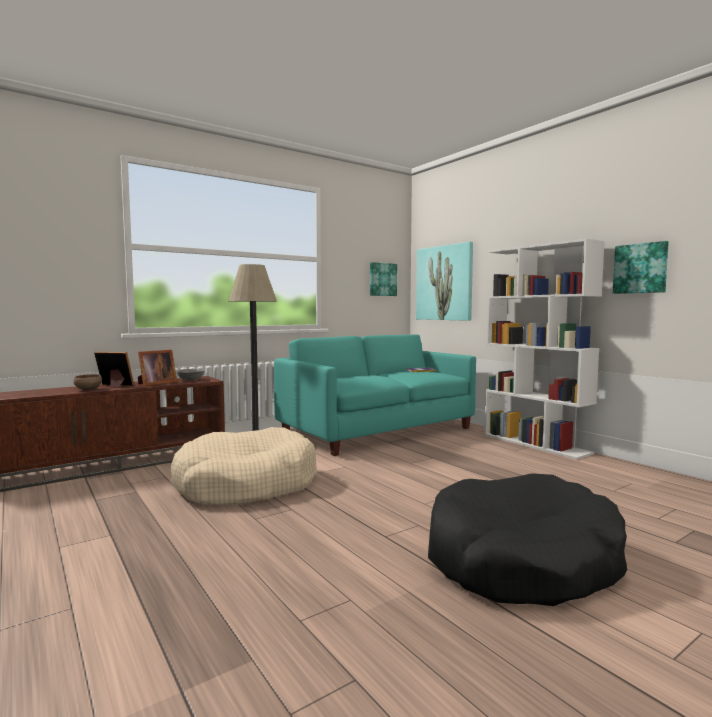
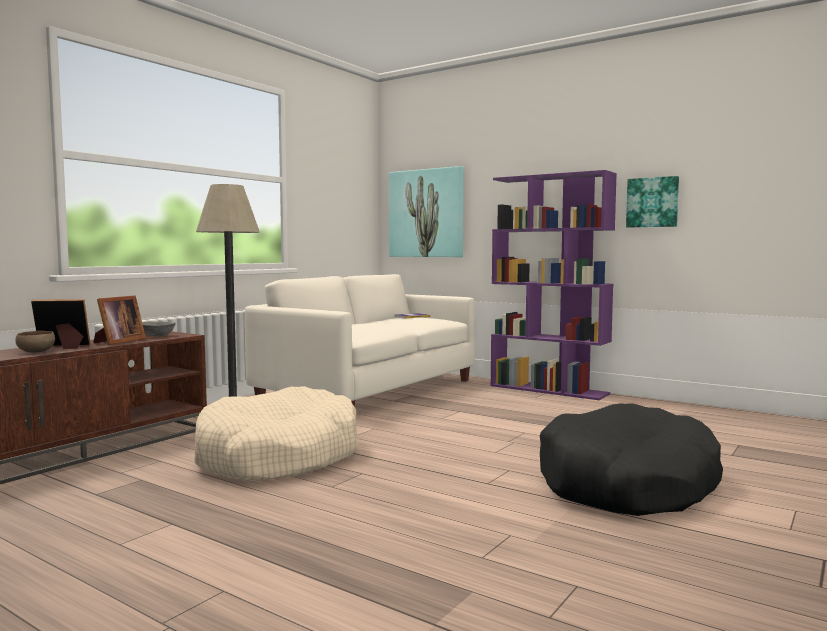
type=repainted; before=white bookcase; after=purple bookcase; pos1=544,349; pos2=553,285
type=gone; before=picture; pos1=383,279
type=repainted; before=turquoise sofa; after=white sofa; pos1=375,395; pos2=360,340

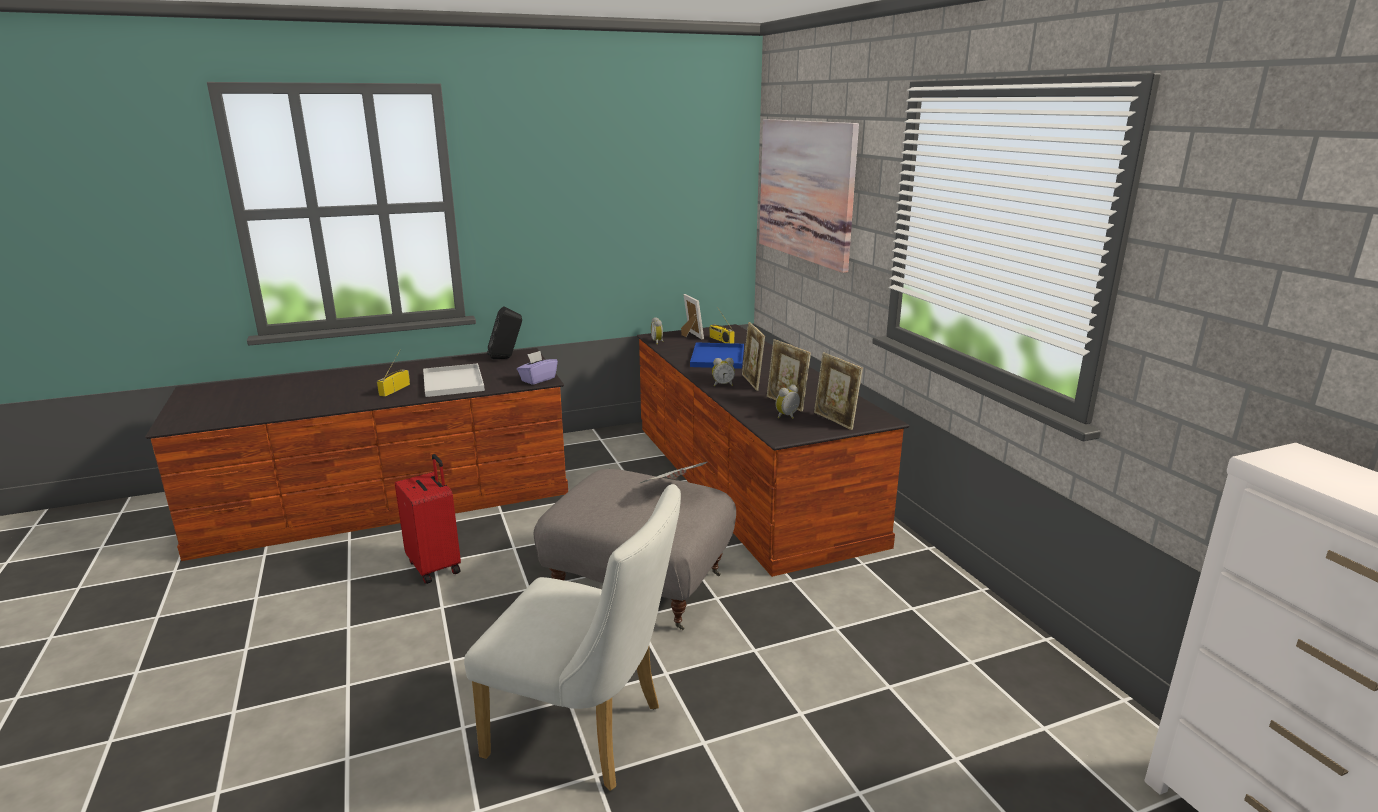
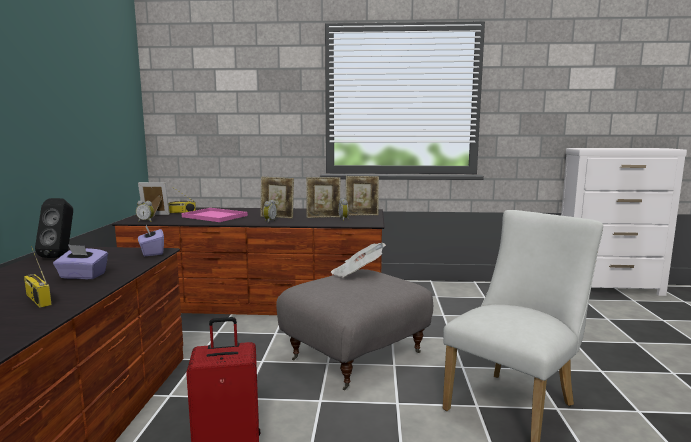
type=gone; before=picture; pos1=809,196
type=repainted; before=blue tray; after=pink tray; pos1=717,356; pos2=215,215
type=swapped; before=white tray; after=purple tissue box; pos1=454,380; pos2=80,262

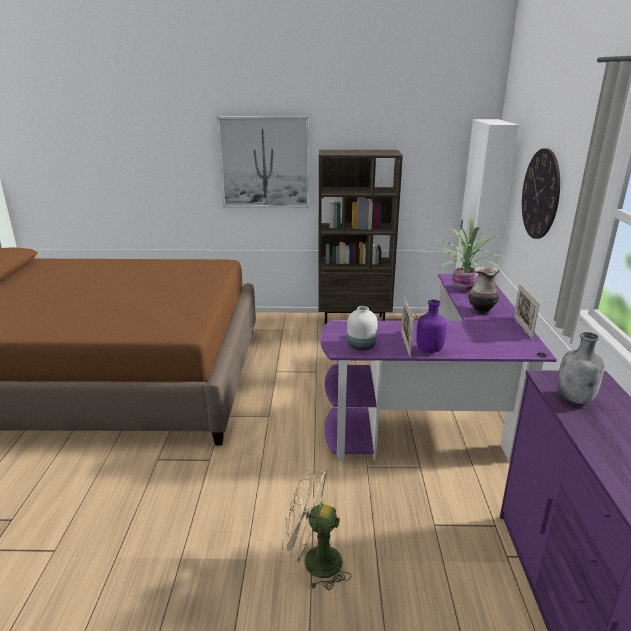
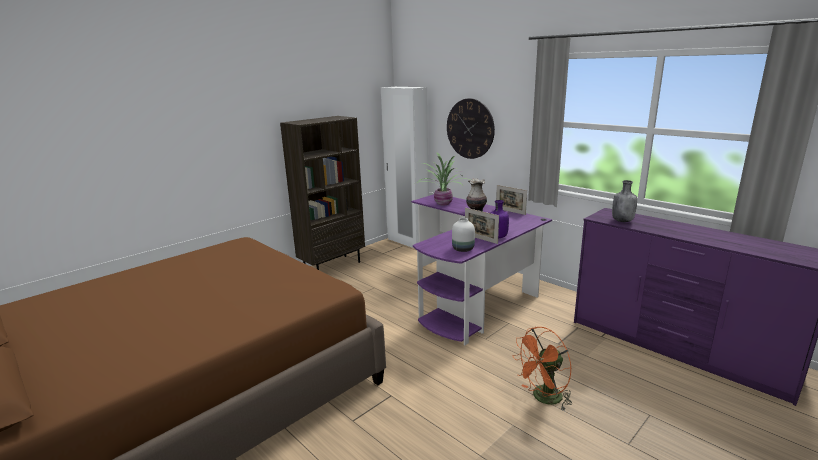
type=gone; before=picture; pos1=263,162
type=repainted; before=beige fan; after=orange fan; pos1=316,528; pos2=542,369

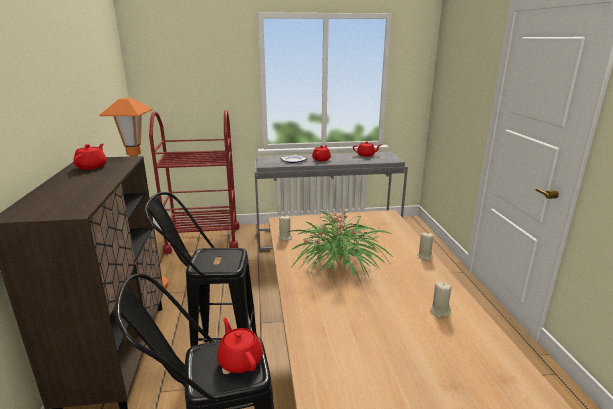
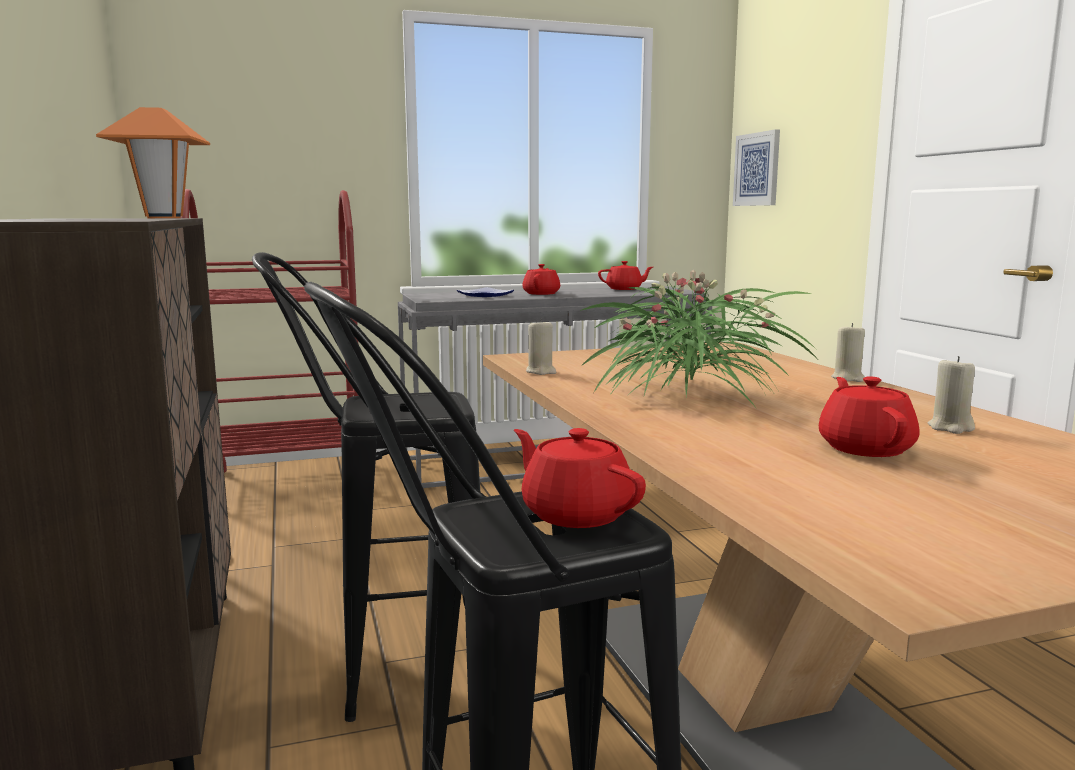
type=shifted; before=red teapot; pos1=90,156; pos2=869,416
type=new; after=picture; pos2=756,167

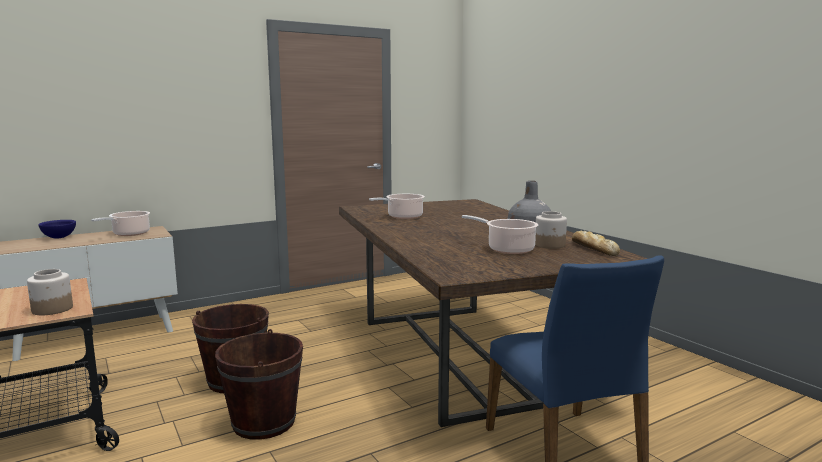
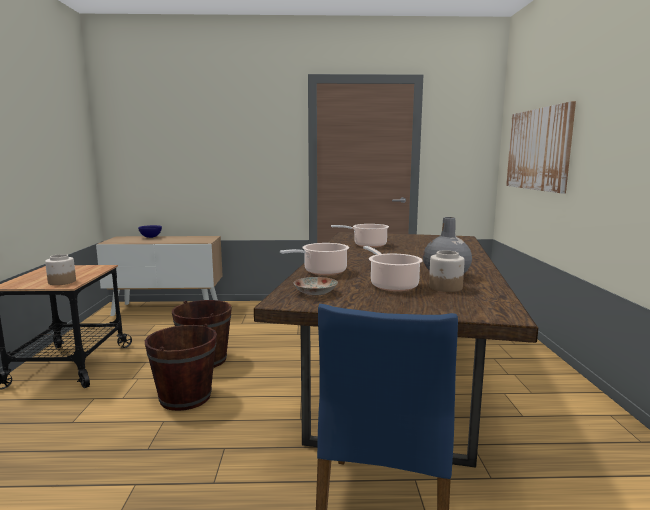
type=shifted; before=cooking pot; pos1=120,223; pos2=314,259
type=gone; before=bread; pos1=596,243
type=new; after=picture; pos2=541,147
type=new; after=plate; pos2=316,286

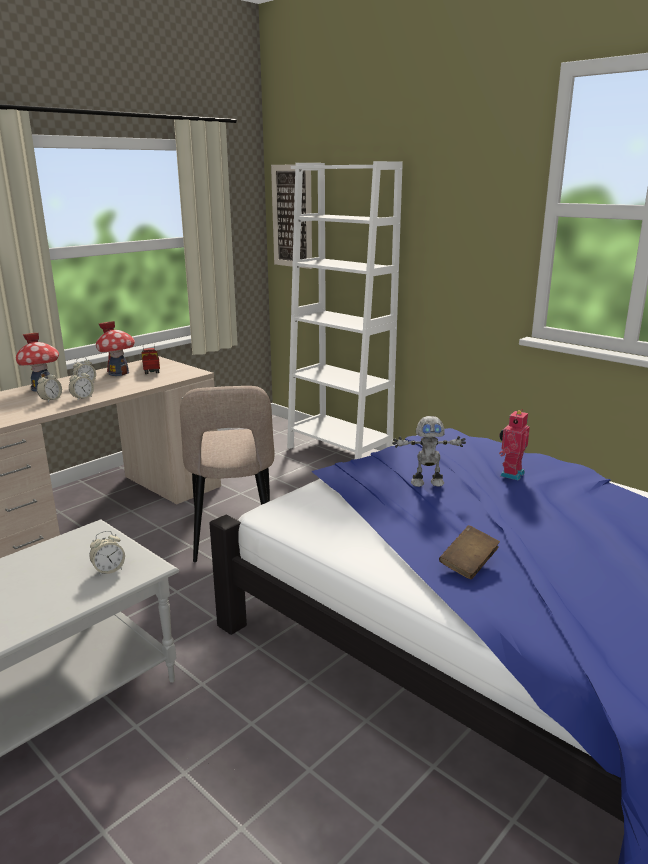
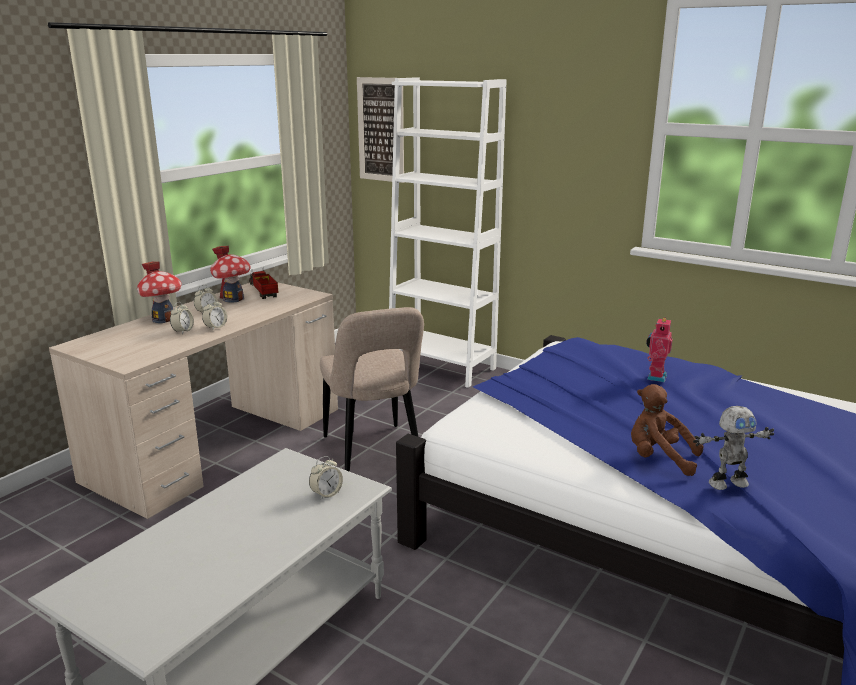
type=shifted; before=toy robot; pos1=429,451; pos2=733,448
type=swapped; before=brown book; after=brown plush toy; pos1=469,552; pos2=667,430

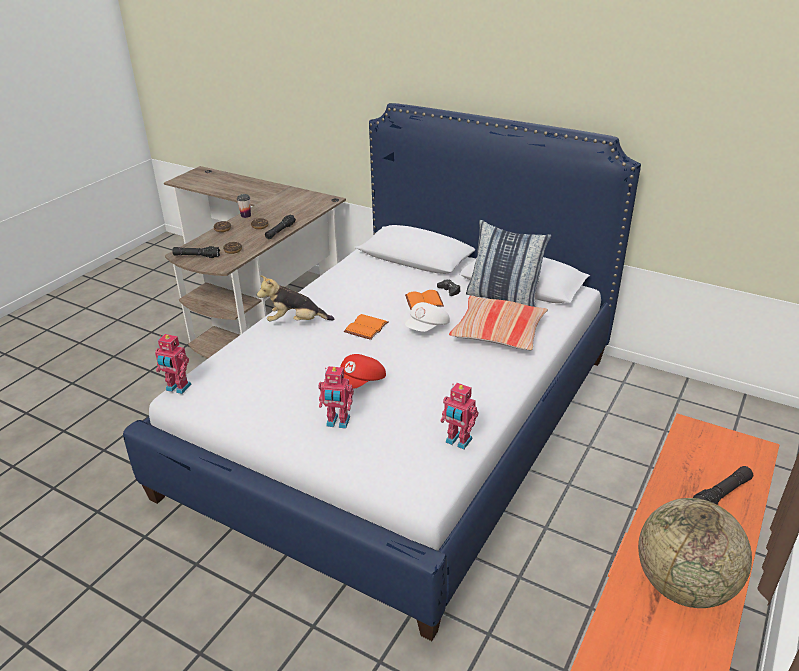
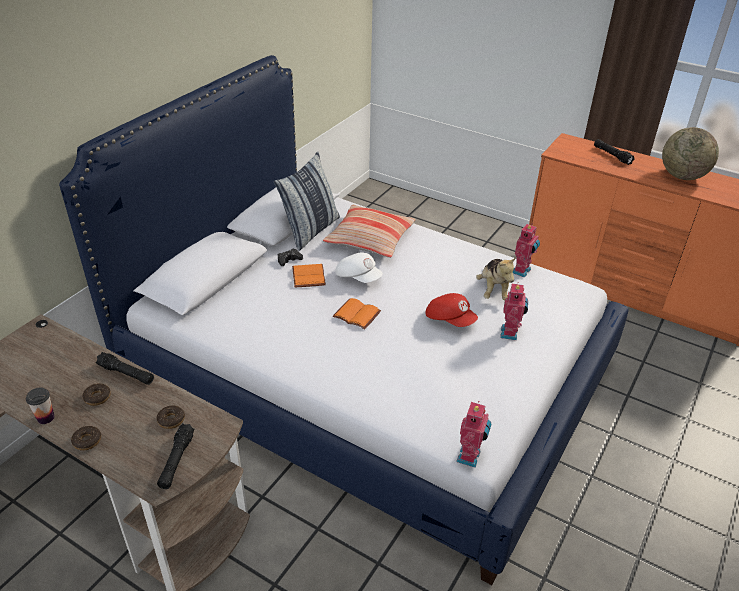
type=shifted; before=plush toy; pos1=295,298; pos2=496,278

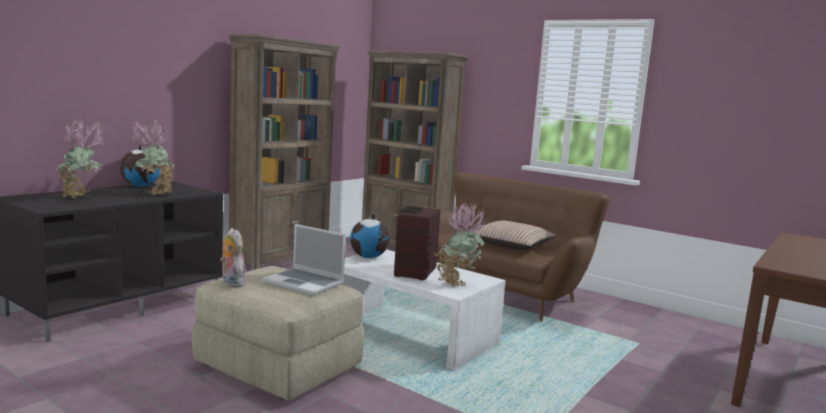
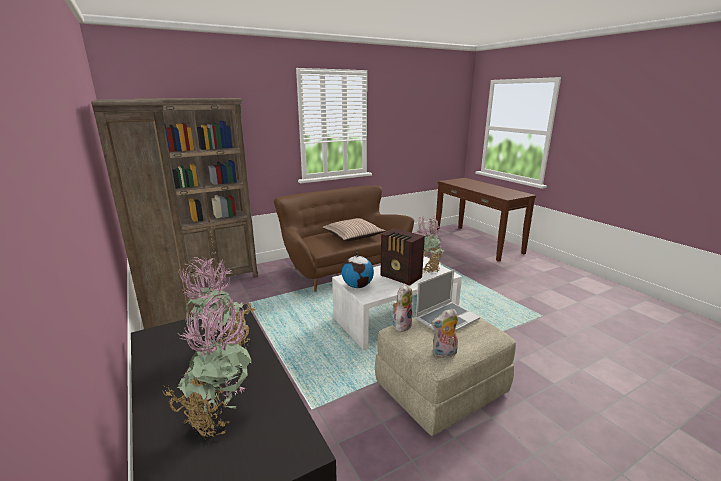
type=gone; before=globe; pos1=140,165
type=new; after=plush toy; pos2=402,308

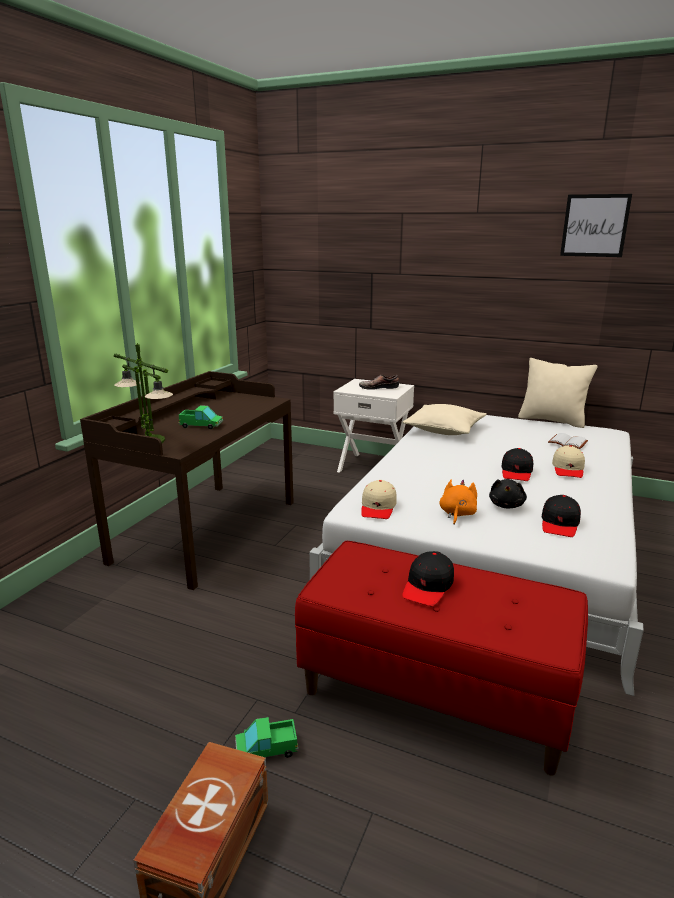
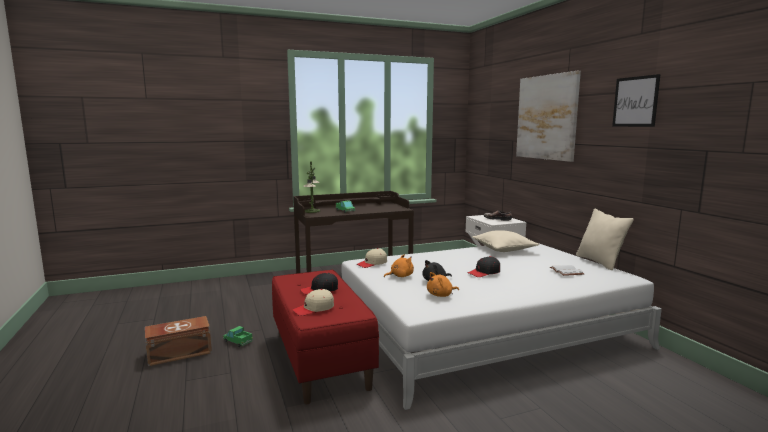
type=shifted; before=beige cap; pos1=568,461; pos2=313,302
type=swapped; before=black cap; after=orange plush toy; pos1=561,516; pos2=443,284
type=new; after=picture; pos2=548,116

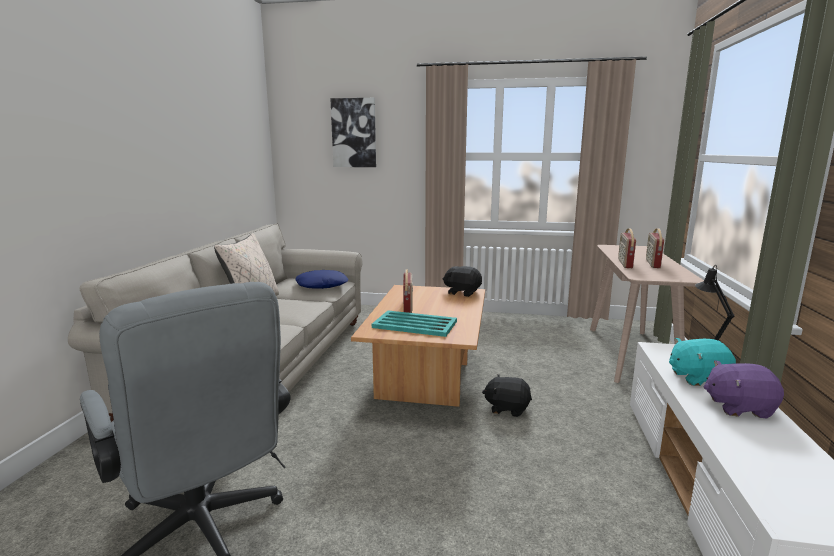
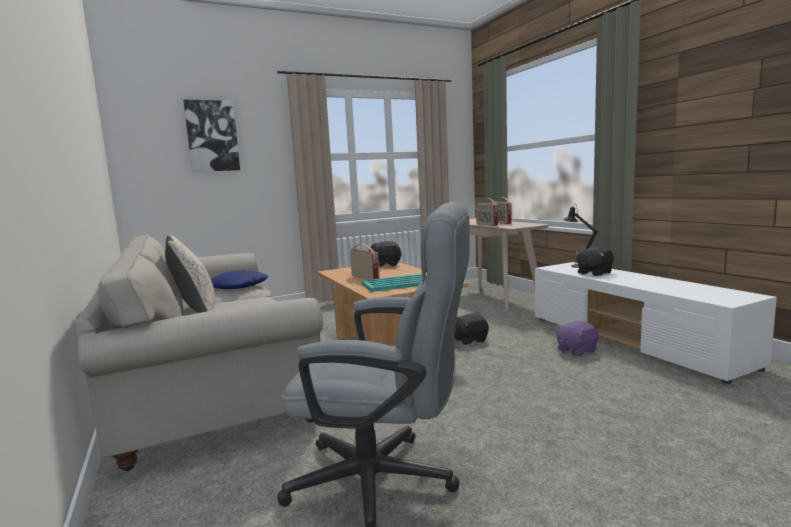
type=repainted; before=turquoise plush toy; after=black plush toy; pos1=702,362; pos2=594,261
type=shifted; before=purple plush toy; pos1=744,389; pos2=577,338

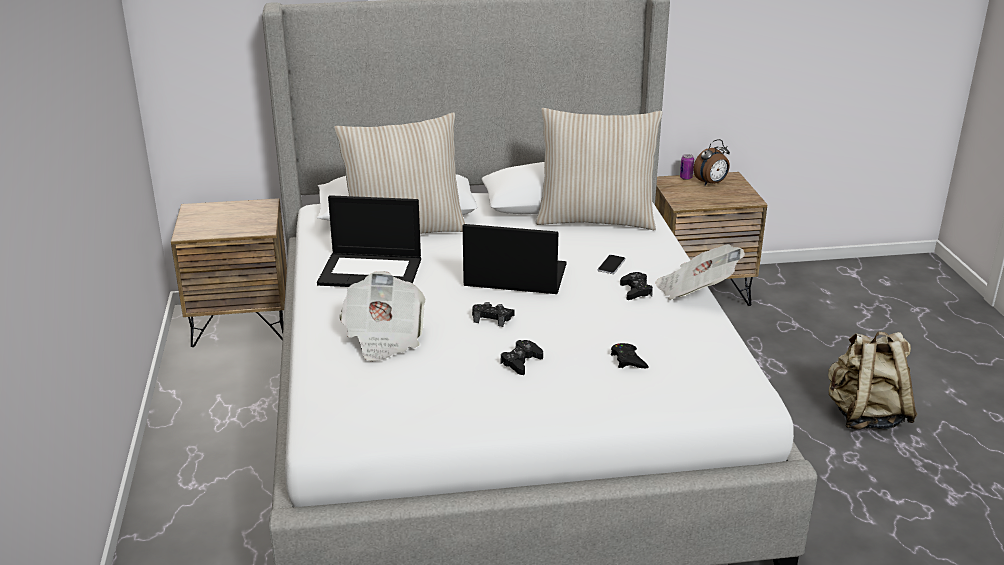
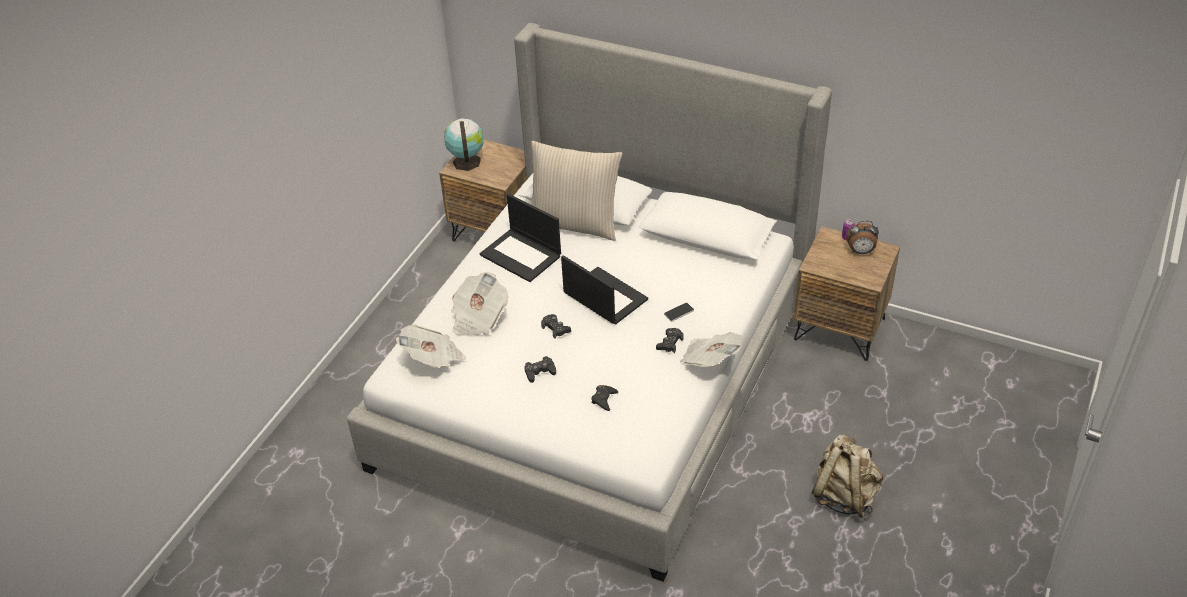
type=gone; before=beige pillow; pos1=599,169
type=new; after=globe; pos2=463,144
type=new; after=newspaper; pos2=430,346

